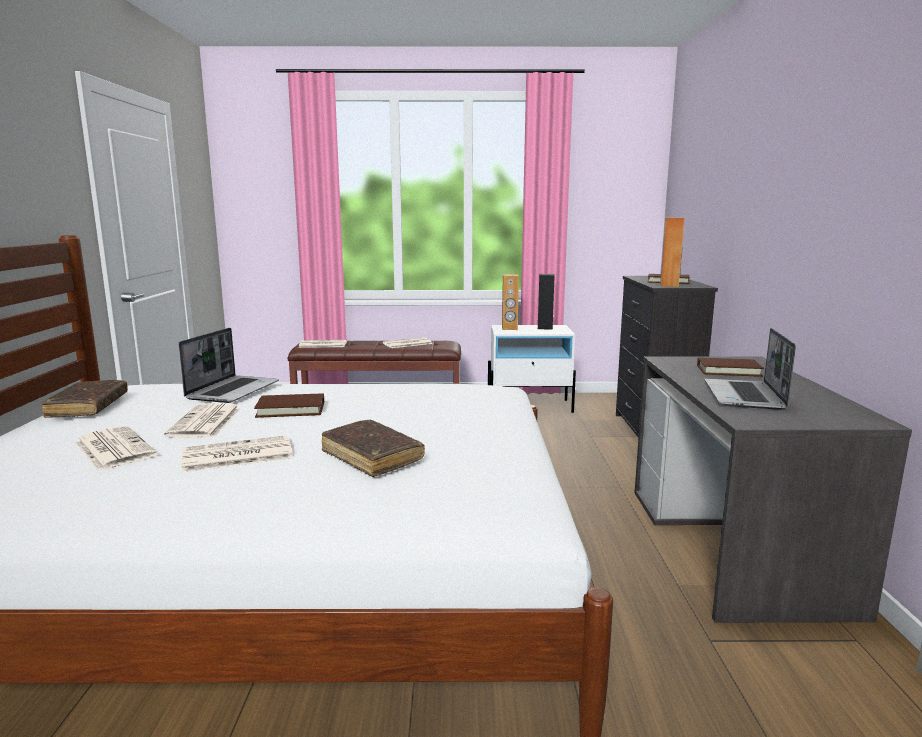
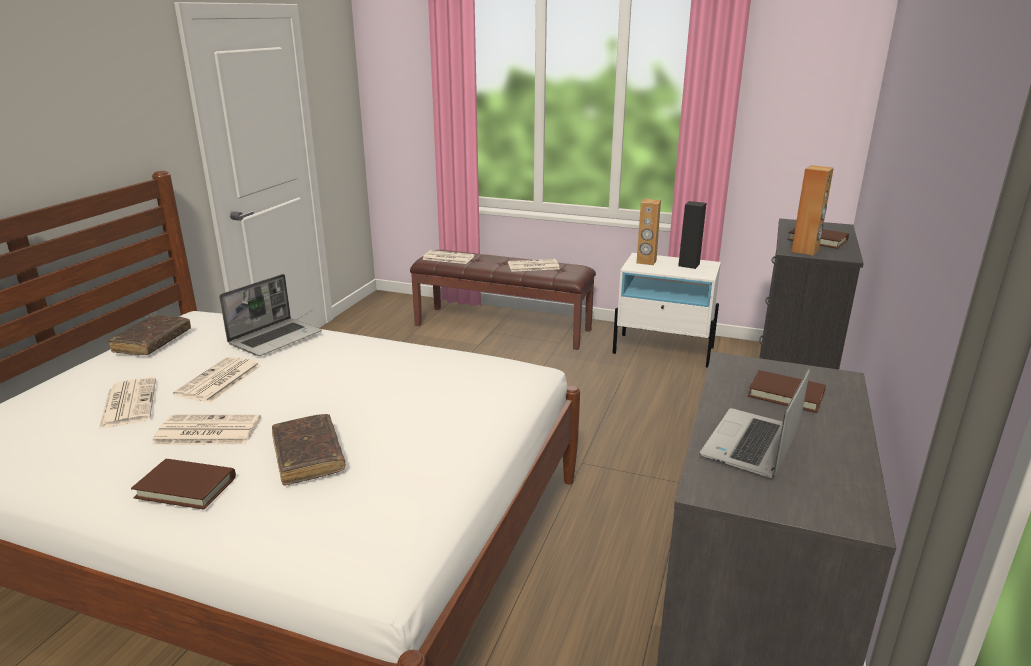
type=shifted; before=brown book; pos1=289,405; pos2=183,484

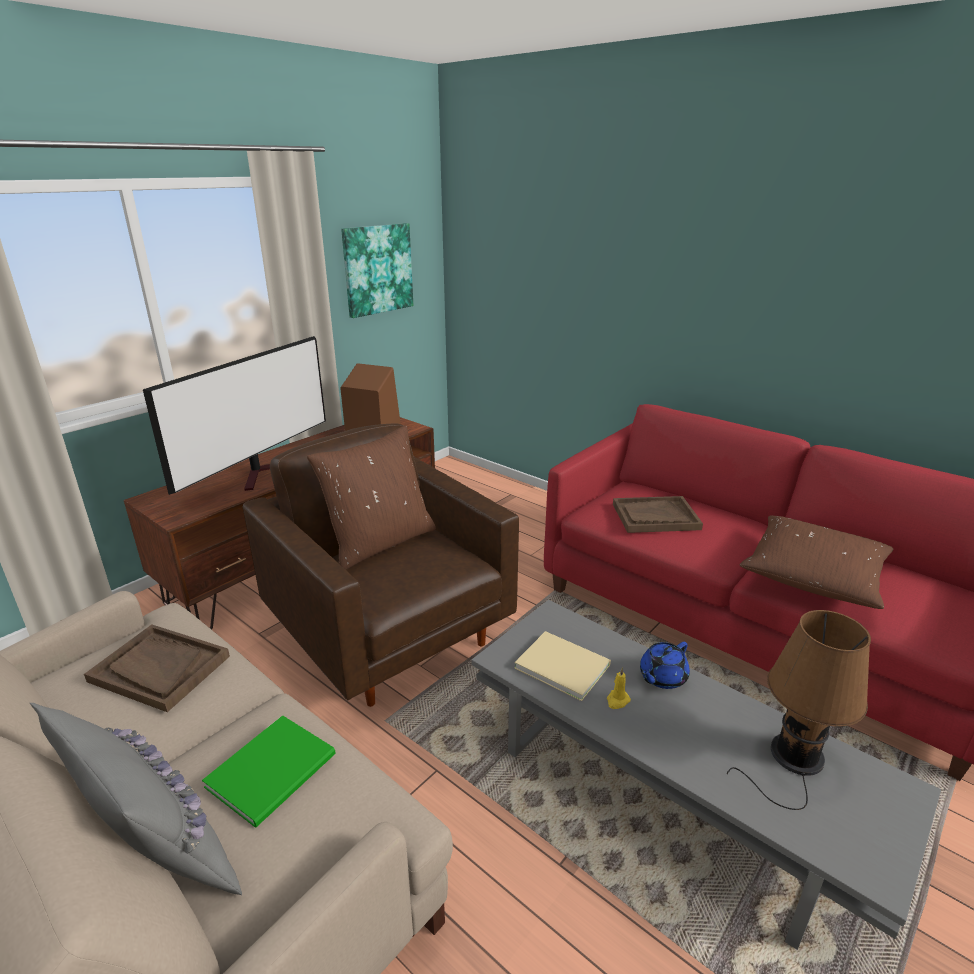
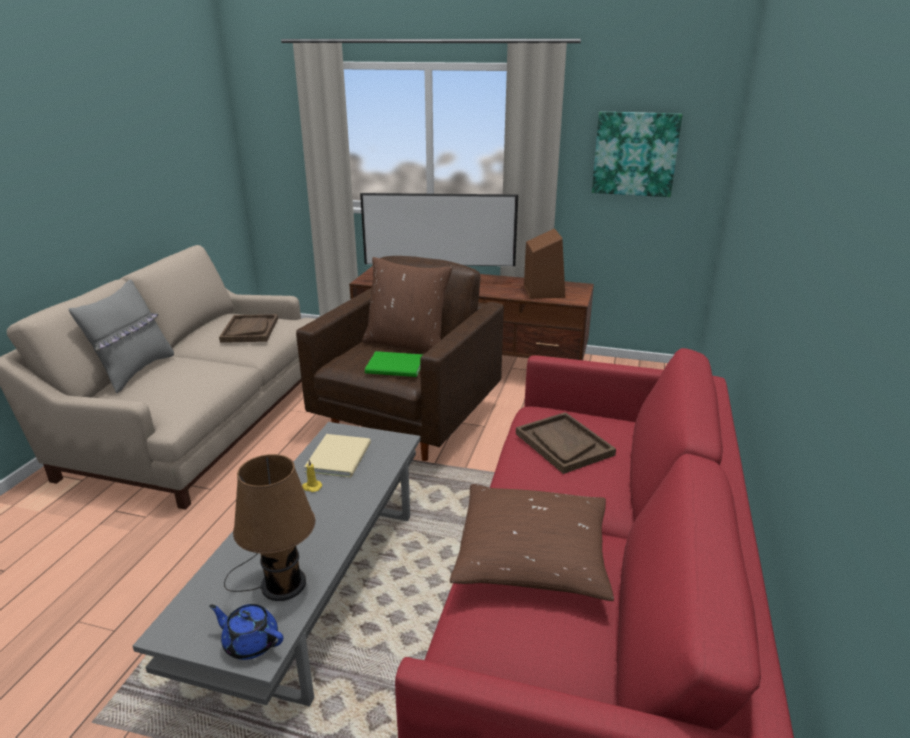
type=shifted; before=blue teapot; pos1=665,665; pos2=246,632
type=shifted; before=green book; pos1=269,771; pos2=394,364

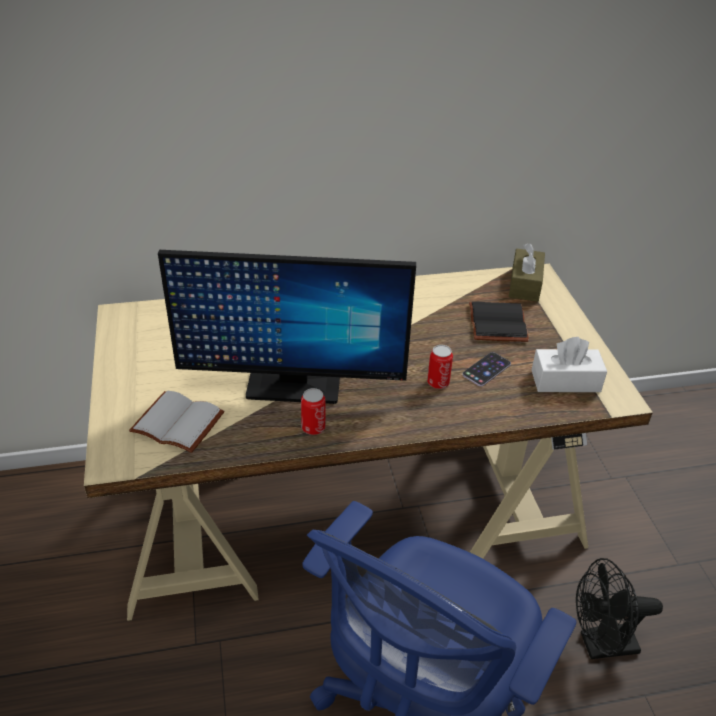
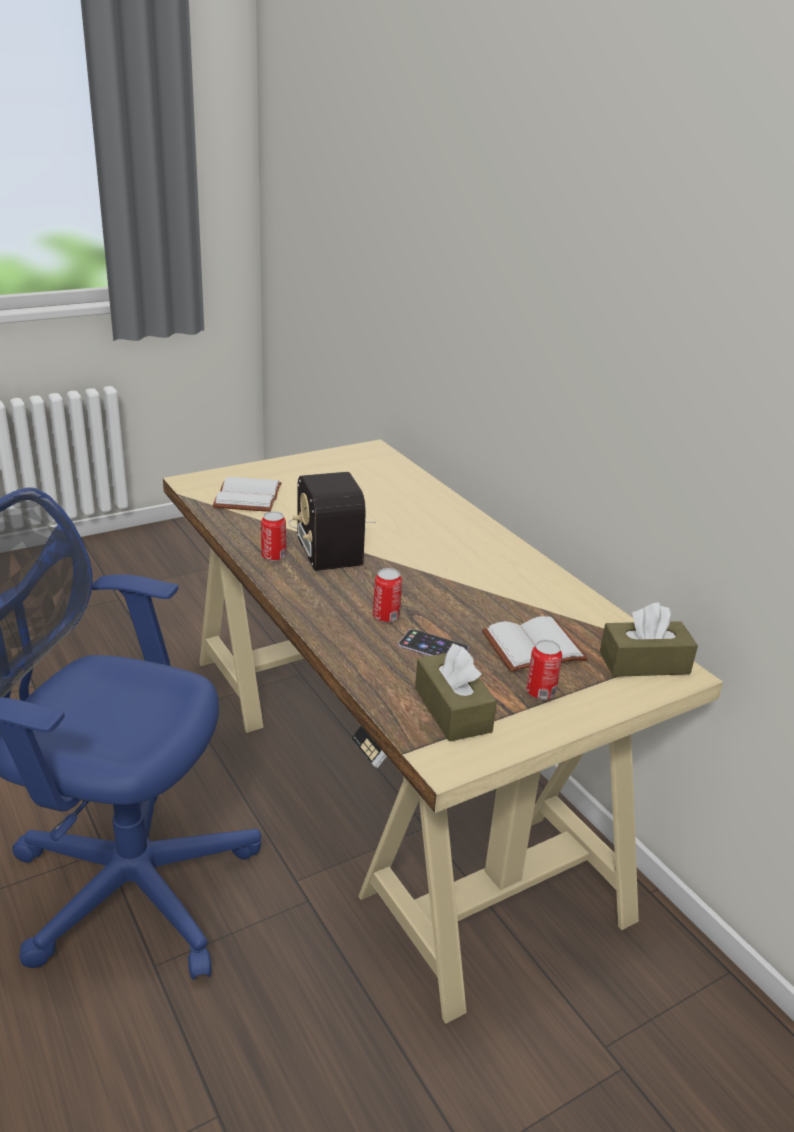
type=swapped; before=monitor; after=radio; pos1=287,327; pos2=332,521
type=repainted; before=black book; after=white book; pos1=499,322; pos2=535,644
type=repainted; before=white tissue box; after=brown tissue box; pos1=569,364; pos2=456,692
type=gone; before=black fan; pos1=619,608
type=new; after=can; pos2=544,670

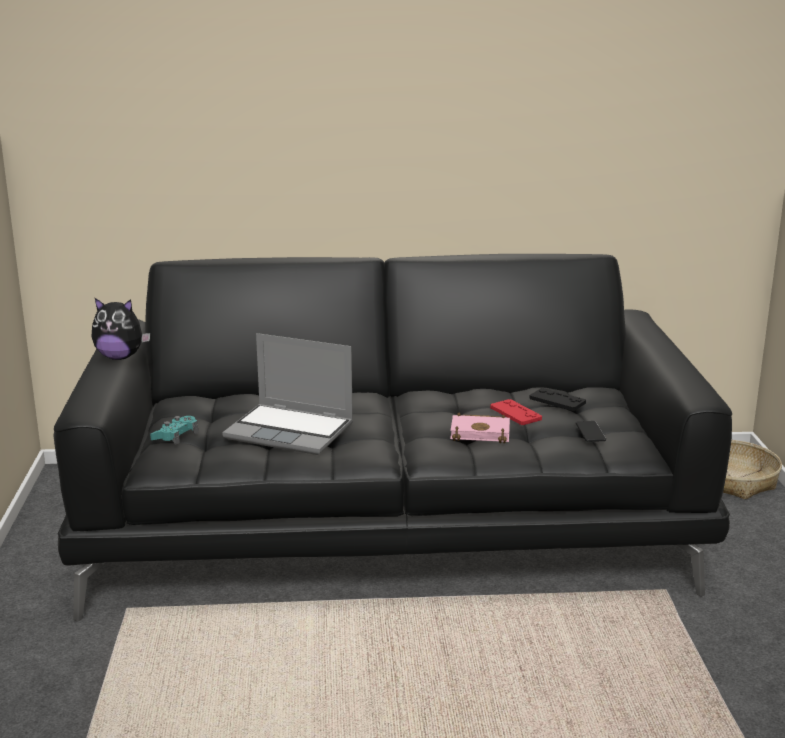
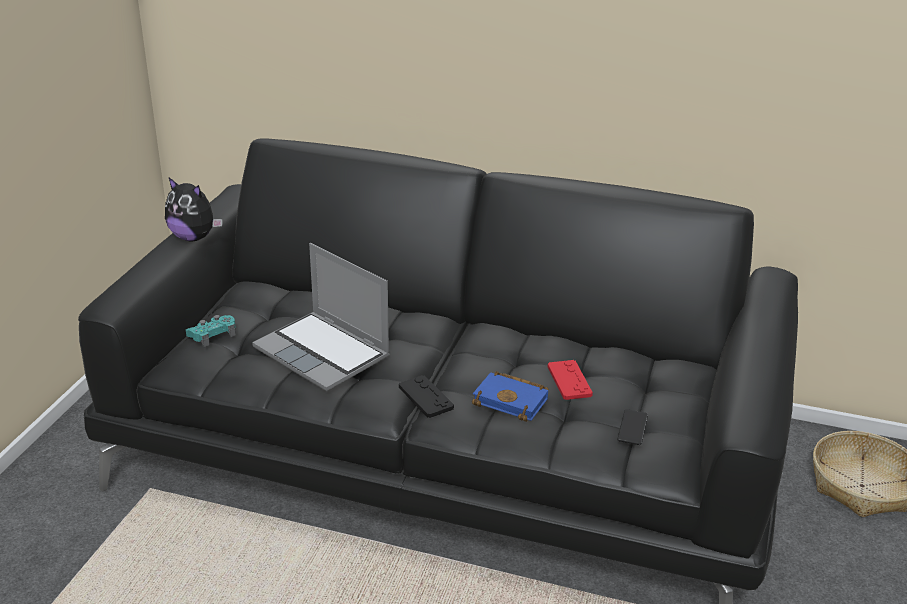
type=shifted; before=black game controller; pos1=557,399; pos2=426,396
type=repainted; before=pink book; after=blue book; pos1=480,428; pos2=510,396

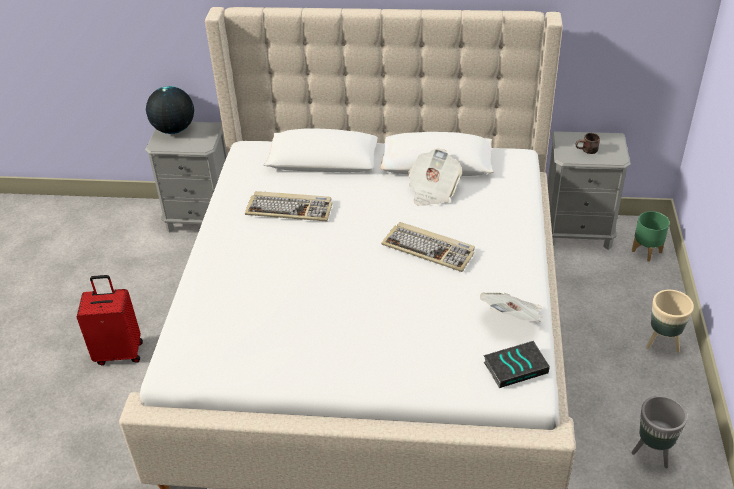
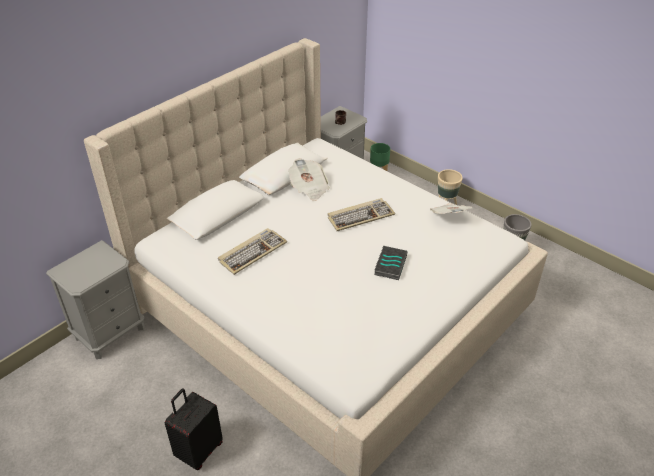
type=gone; before=globe; pos1=170,110
type=repainted; before=red suitcase; after=black suitcase; pos1=110,320; pos2=194,429
type=shifted; before=book; pos1=516,364; pos2=391,263

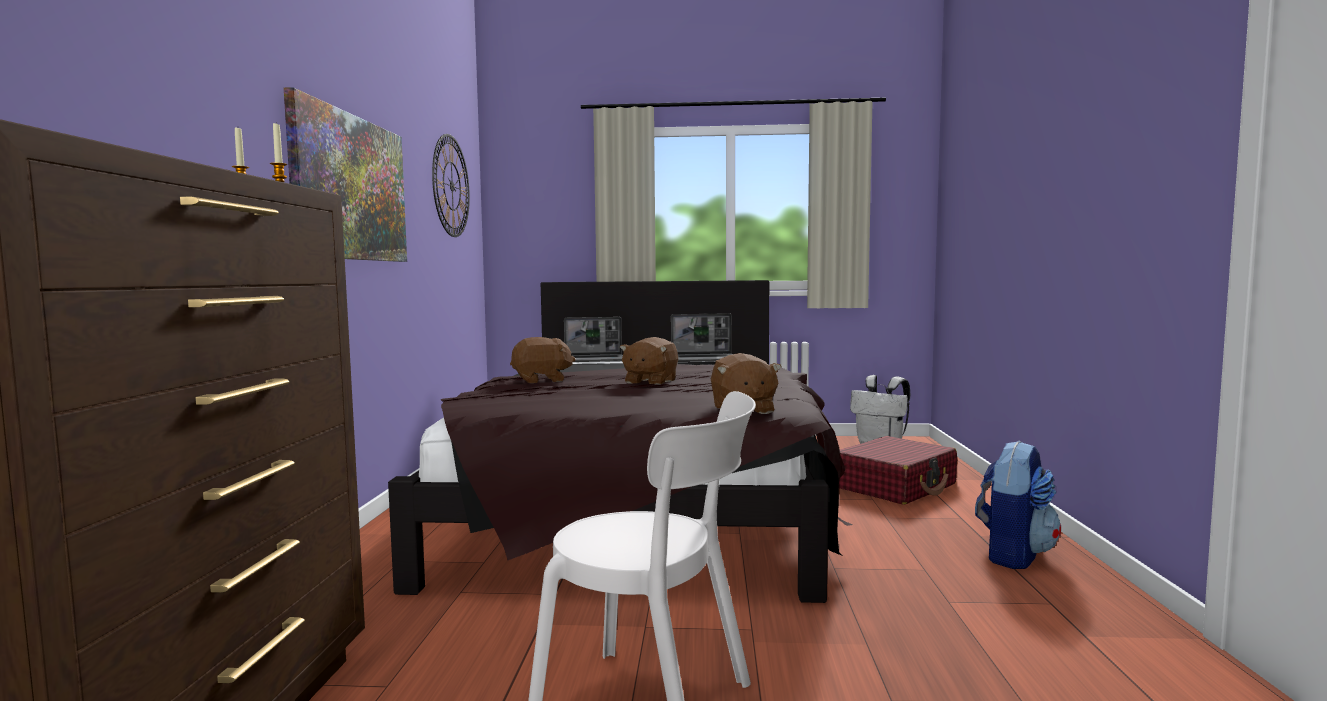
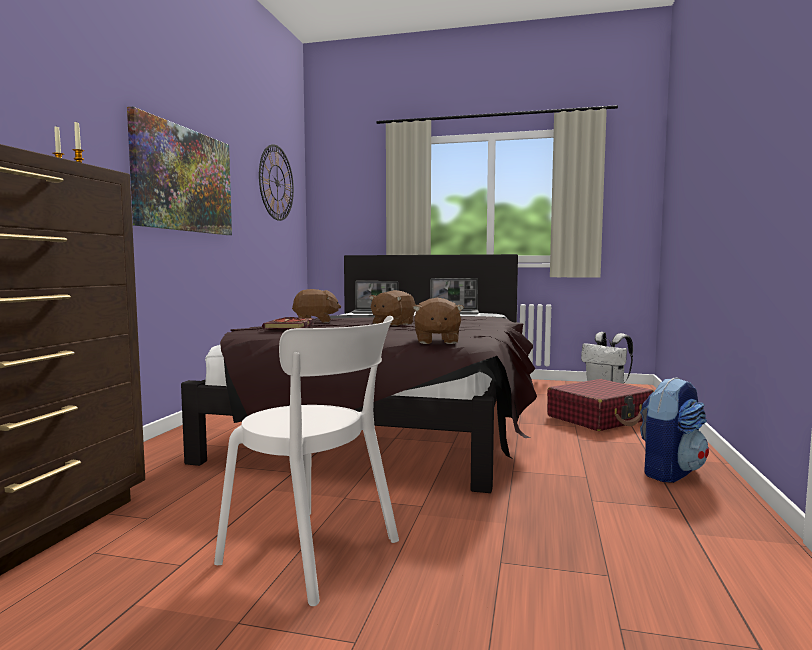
type=new; after=book; pos2=288,323

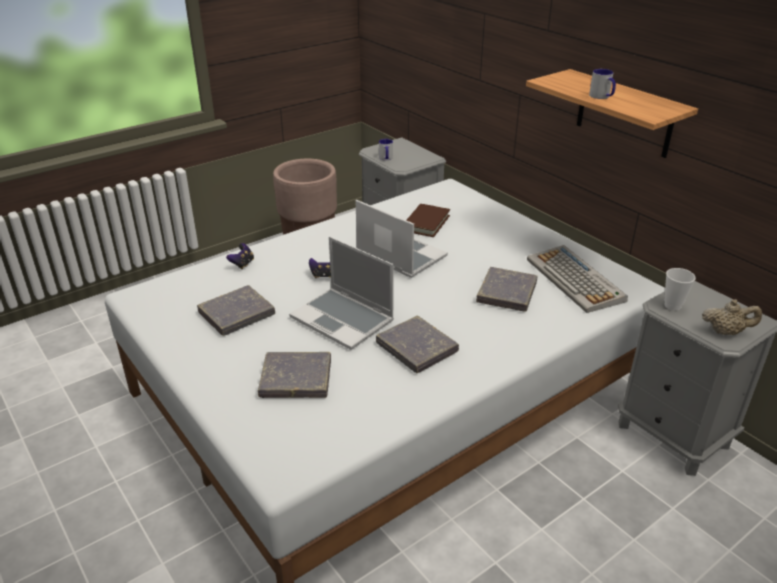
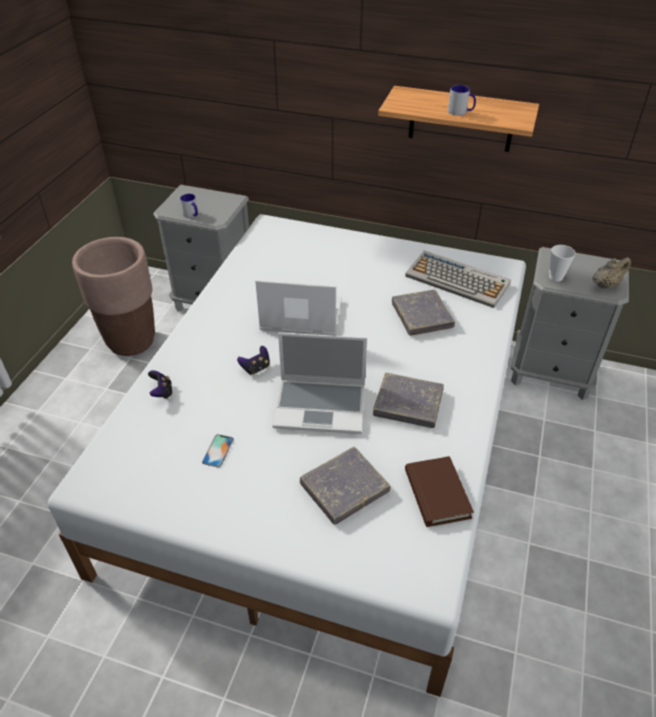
type=shifted; before=brown book; pos1=428,220; pos2=439,491
type=swapped; before=grey book; after=phone; pos1=236,310; pos2=218,450

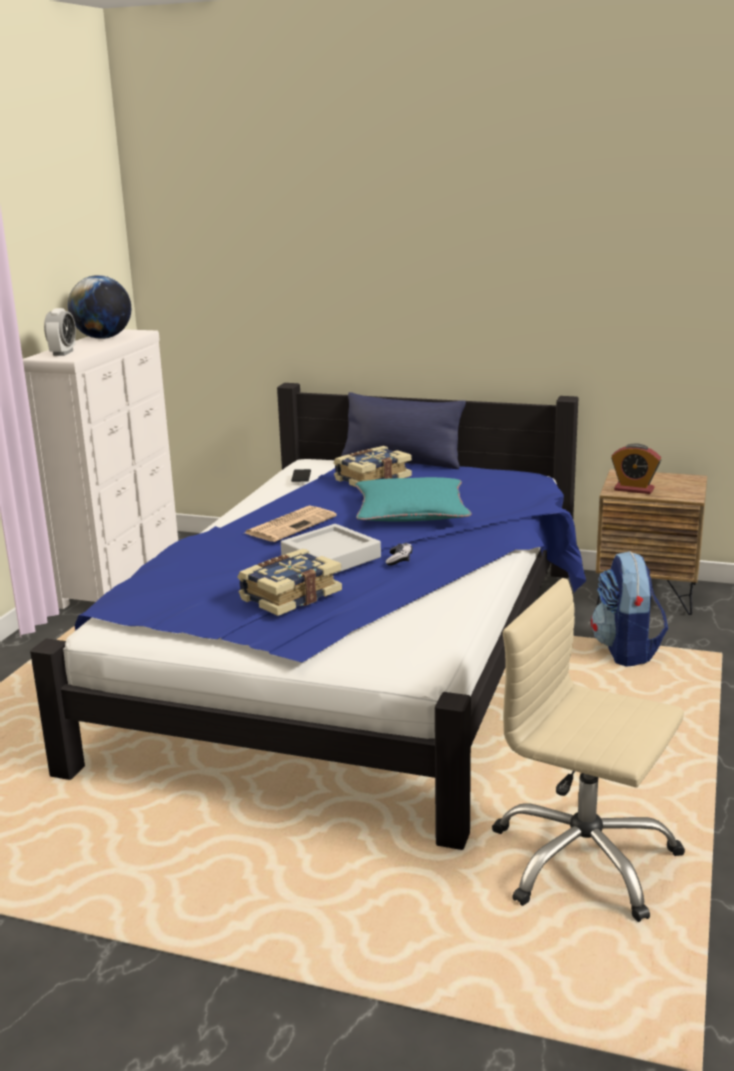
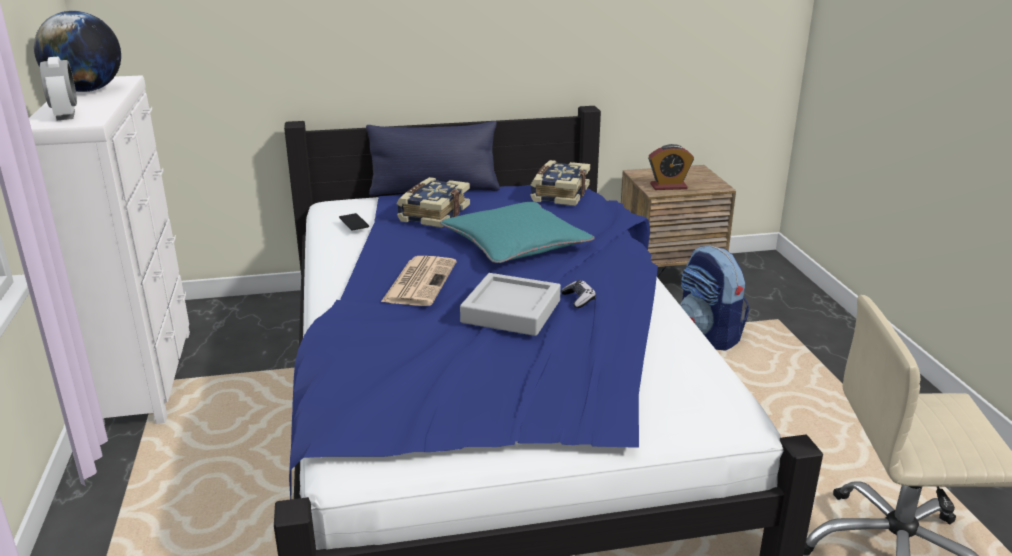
type=shifted; before=book; pos1=289,582; pos2=560,183

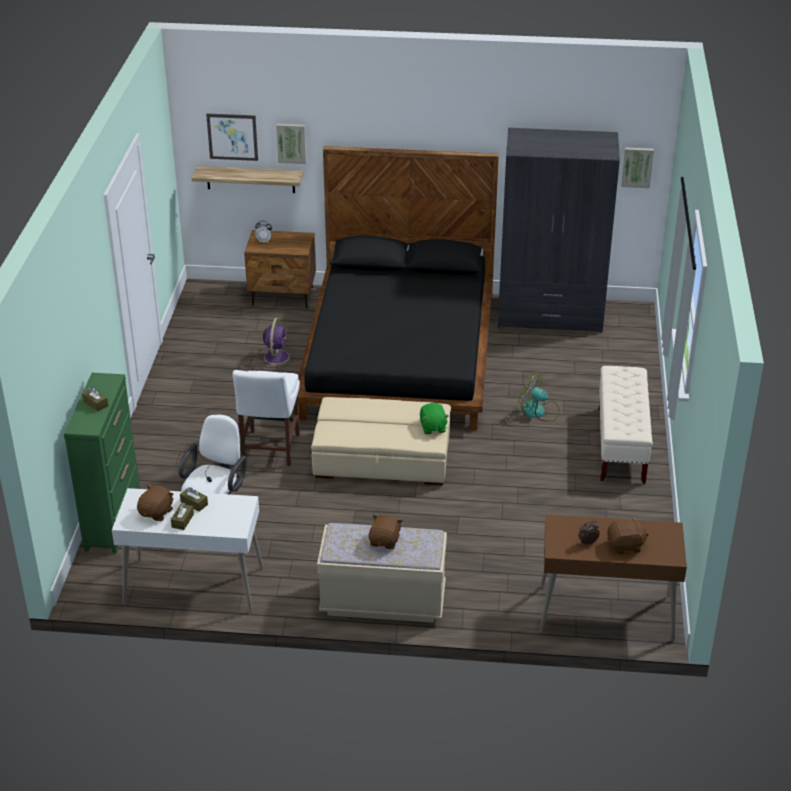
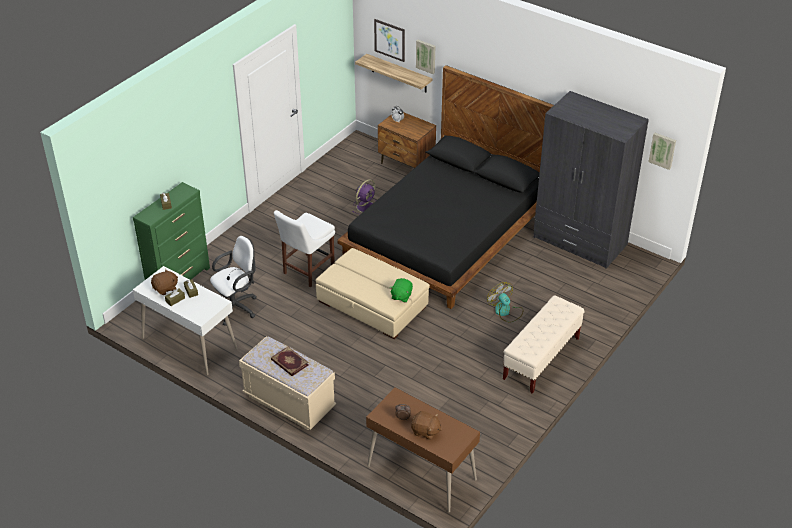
type=swapped; before=brown plush toy; after=book; pos1=386,531; pos2=290,361

